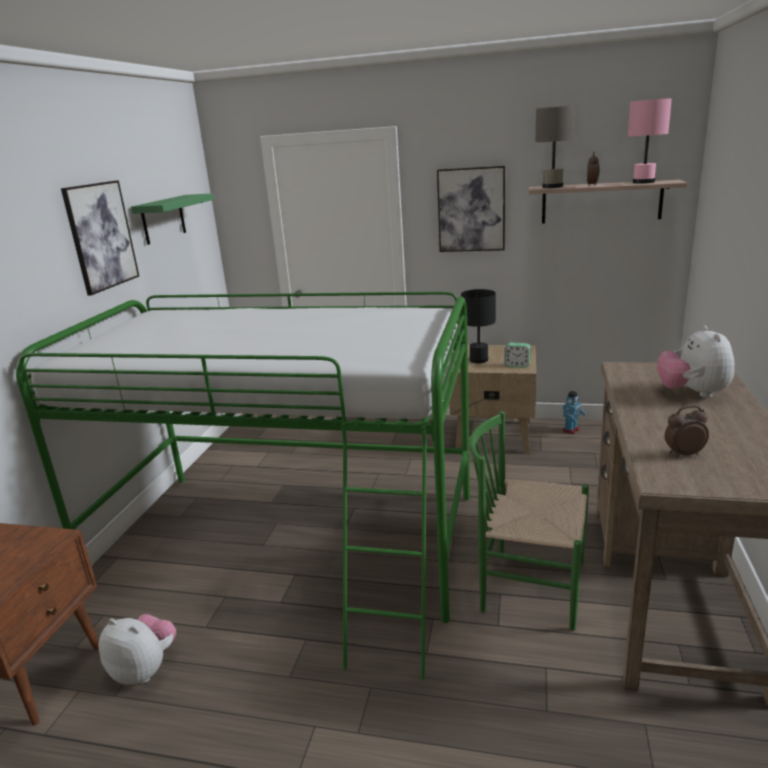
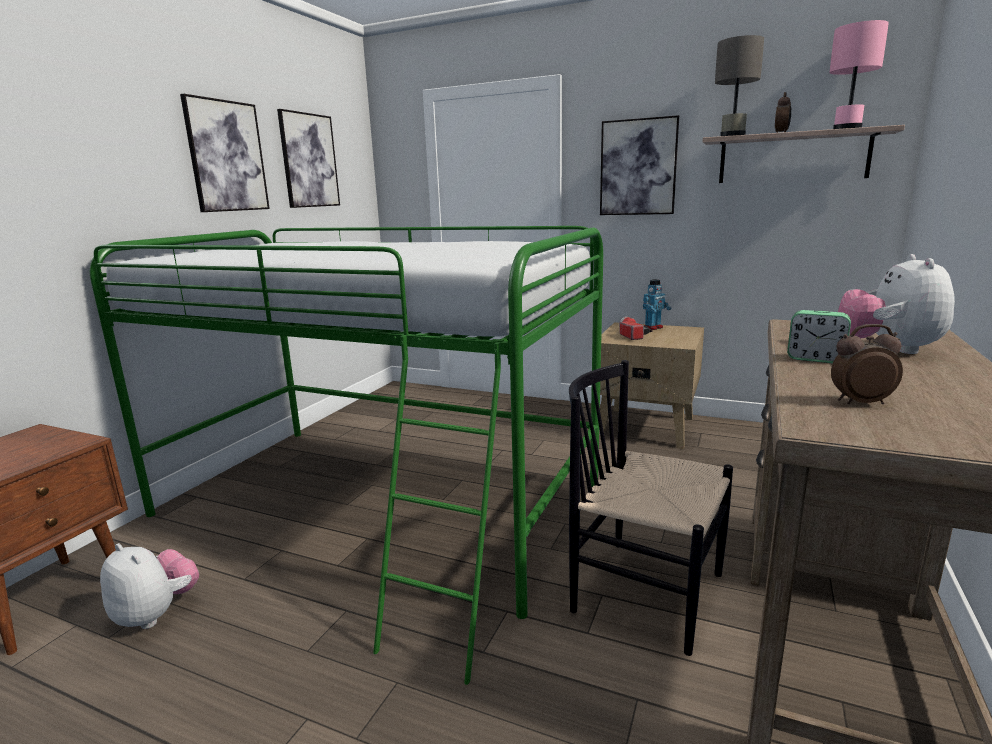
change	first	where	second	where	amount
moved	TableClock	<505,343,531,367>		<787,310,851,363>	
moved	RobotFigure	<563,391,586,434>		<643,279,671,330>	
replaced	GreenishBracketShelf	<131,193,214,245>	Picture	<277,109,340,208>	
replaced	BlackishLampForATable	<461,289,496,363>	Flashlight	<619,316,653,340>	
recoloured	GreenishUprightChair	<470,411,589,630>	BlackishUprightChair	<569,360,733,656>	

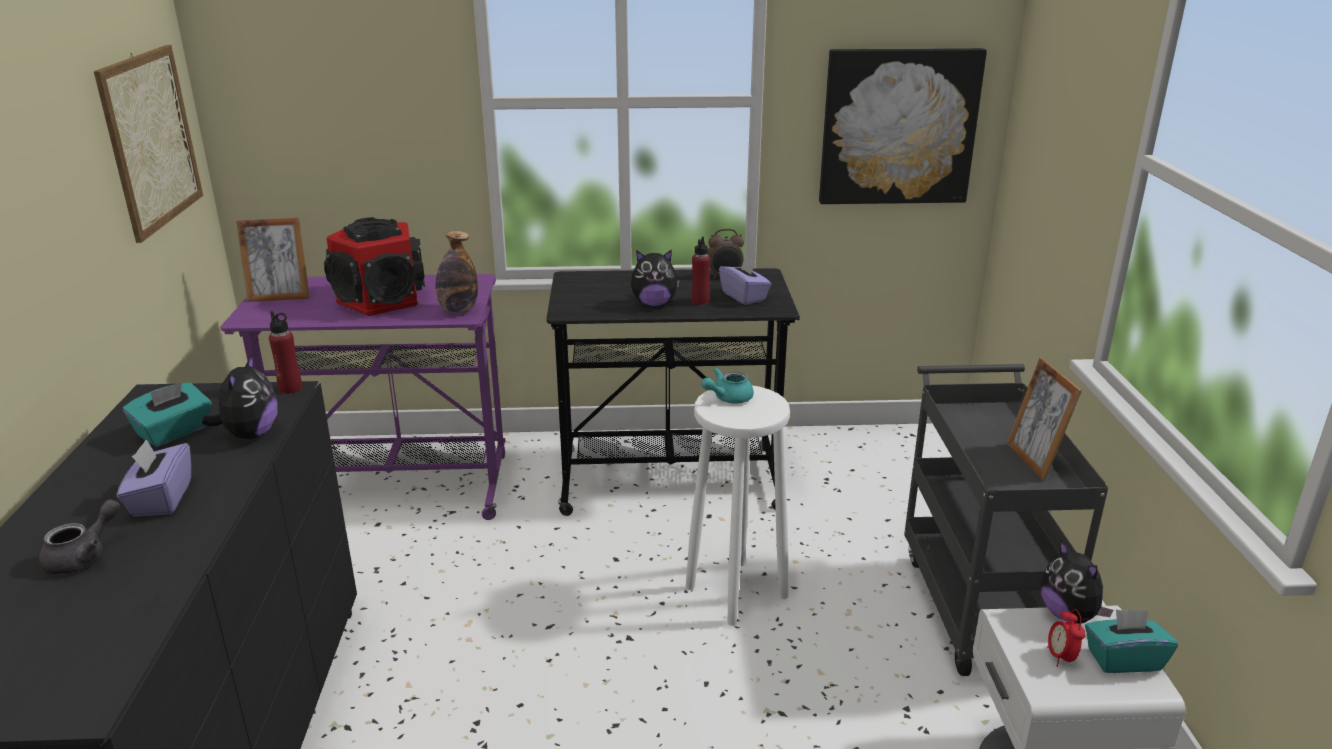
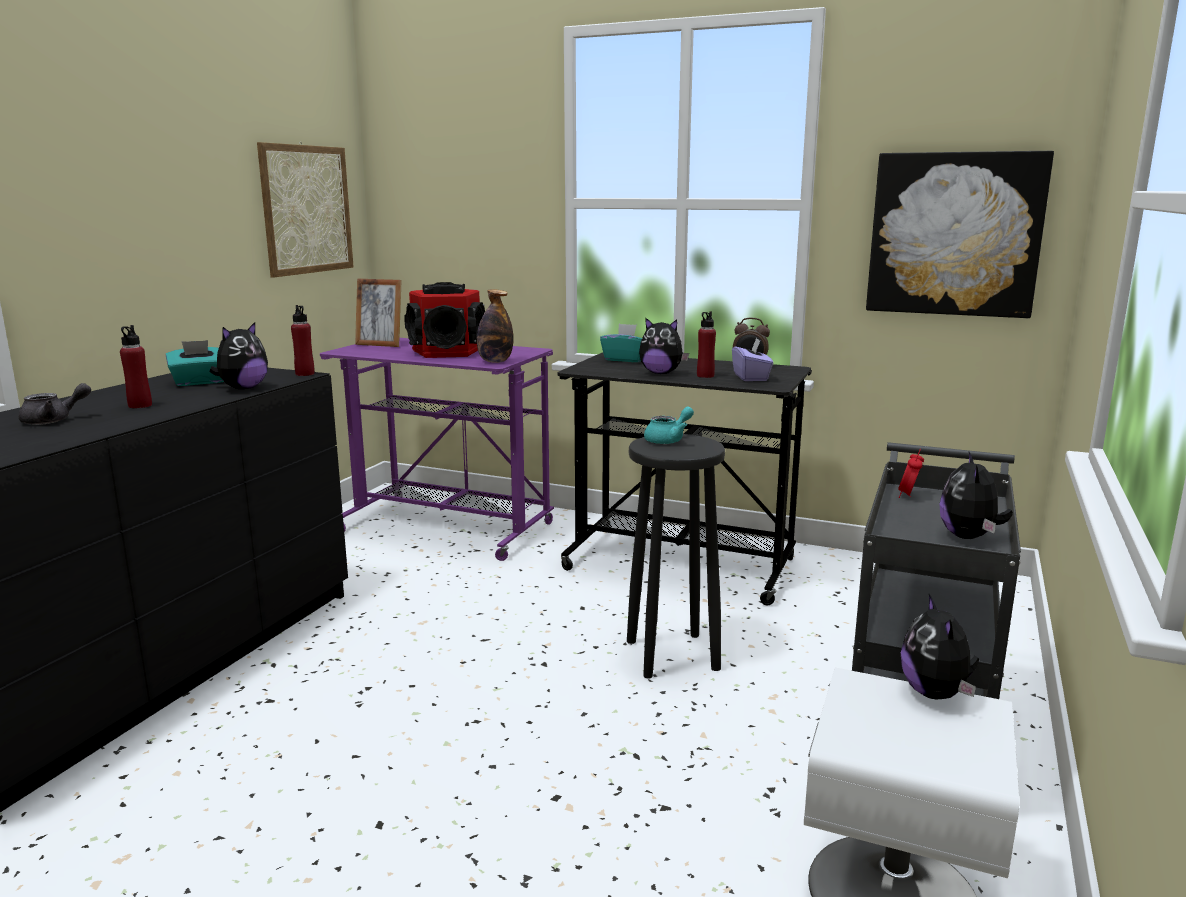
change	first	where	second	where	amount
moved	TableClock	<1047,609,1085,667>		<898,449,924,498>	
moved	TurquoiseColouredTissueHolder	<1085,609,1178,673>		<600,324,642,362>	
replaced	PurpleTissueHolder	<117,439,191,517>	RedColouredBeverageBottle	<120,325,152,408>	
replaced	StandingFrame	<1007,358,1082,481>	CuddlyToy	<940,452,1013,539>	
recoloured	WhitishSittingStool	<686,386,790,626>	BlackishSittingStool	<627,434,725,679>	
turned	TurquoiseColouredTeapot	<701,368,754,403>		<644,407,694,444>	150 degrees clockwise

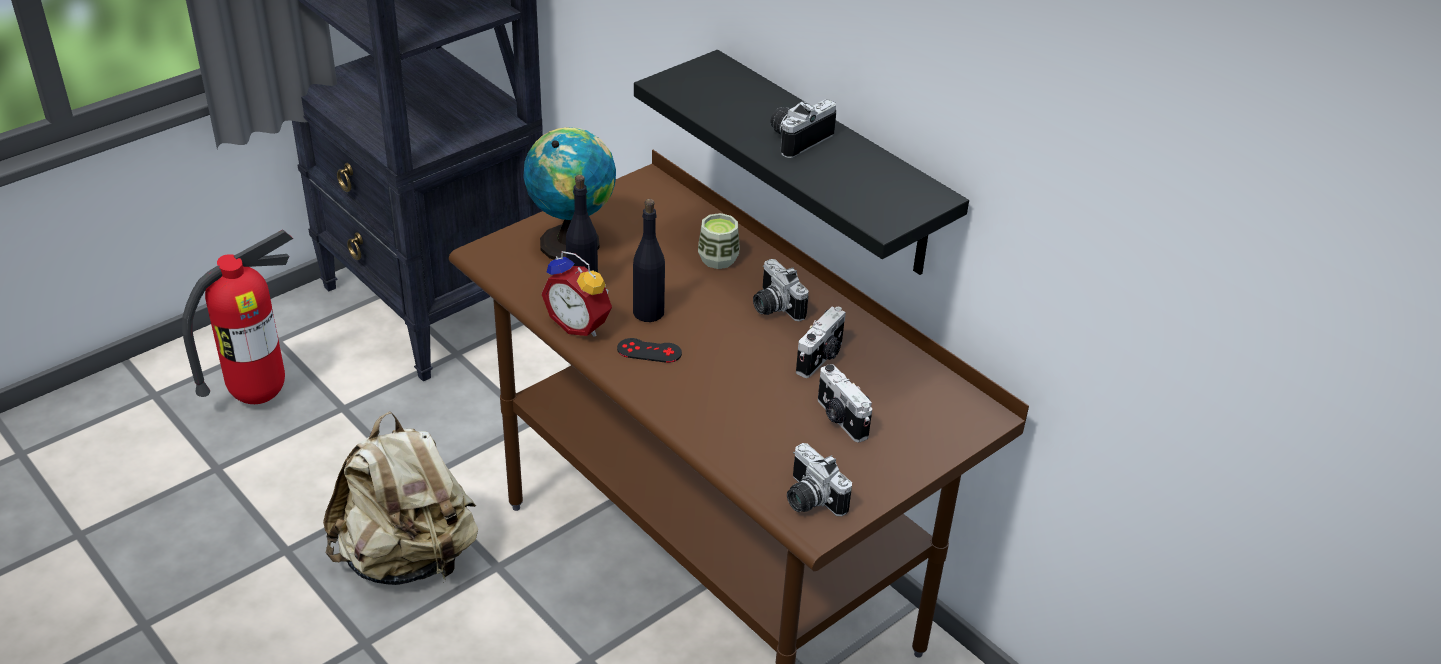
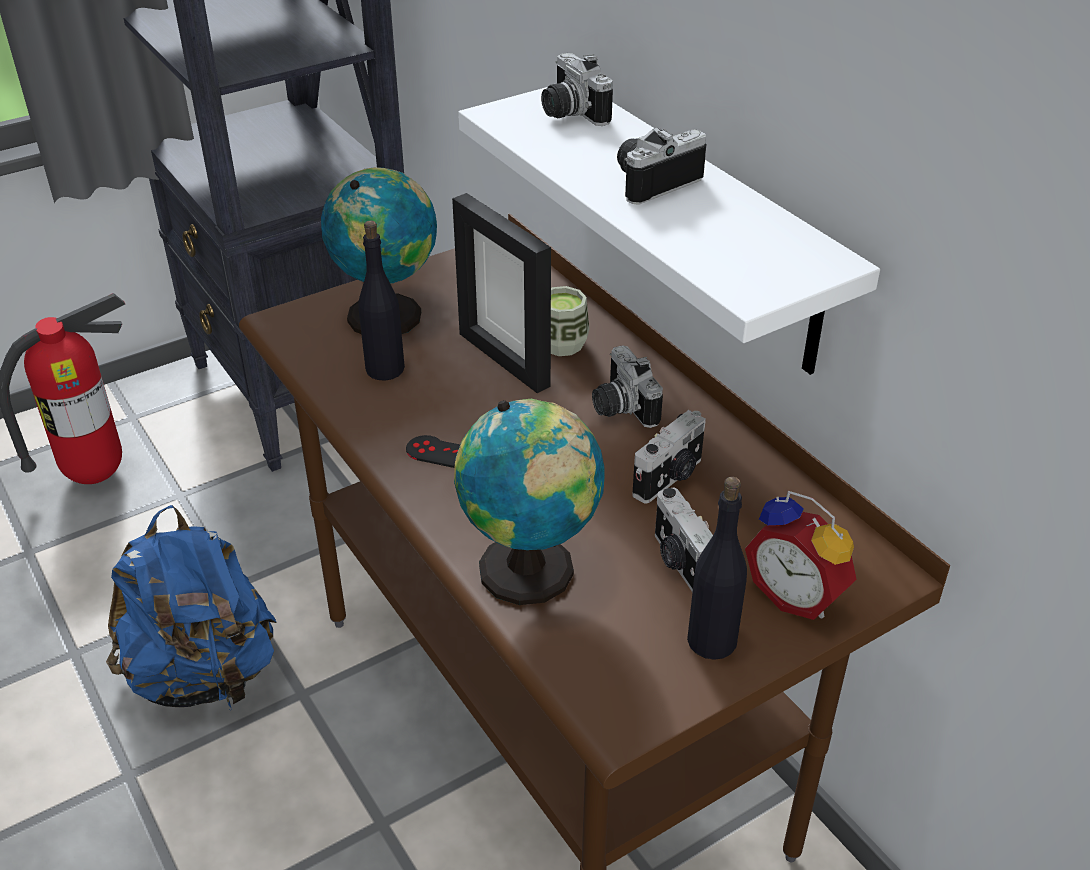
change	first	where	second	where	amount
added			StandingFrame	<452,193,551,393>	
added			DeskGlobe	<454,399,605,605>	
moved	TableClock	<542,251,612,337>		<745,491,857,620>	
moved	BlackishBeverageBottle	<633,199,665,322>		<687,477,747,660>	
moved	StillCamera	<787,443,852,516>		<541,53,613,126>	
recoloured	SandColouredKnapsack	<323,411,478,585>	BlueColouredKnapsack	<106,505,277,710>	
recoloured	BlackishBracketShelf	<634,50,969,275>	WhitishBracketShelf	<458,87,880,375>	

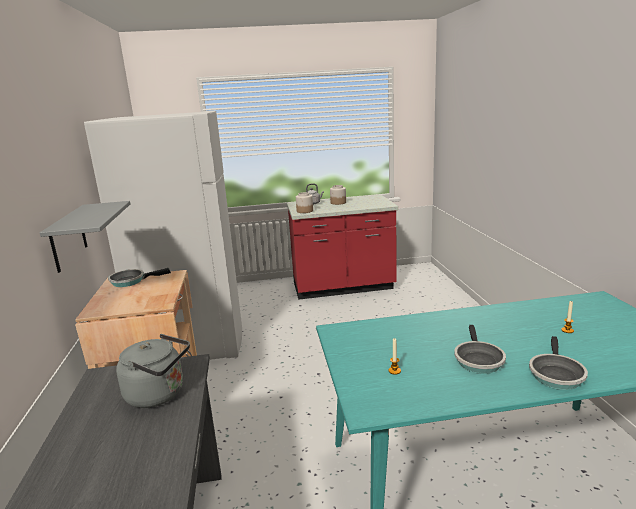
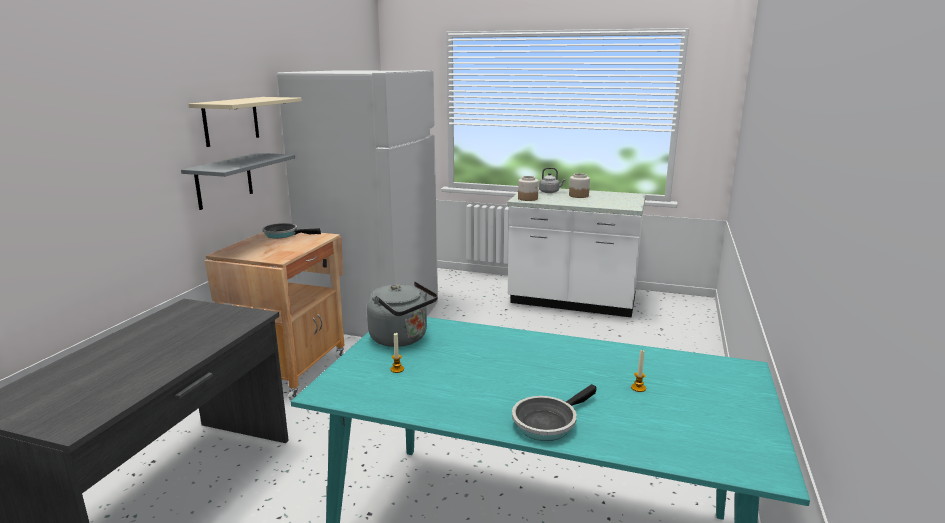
change	first	where	second	where	amount
removed	Pan	<454,325,506,374>			
added			SandColouredBracketShelf	<189,97,302,147>	
moved	GreyishTeaKettle	<116,334,190,408>		<367,282,438,347>	
recoloured	RedColouredCounter	<287,194,398,300>	WhitishCounter	<507,187,646,318>	

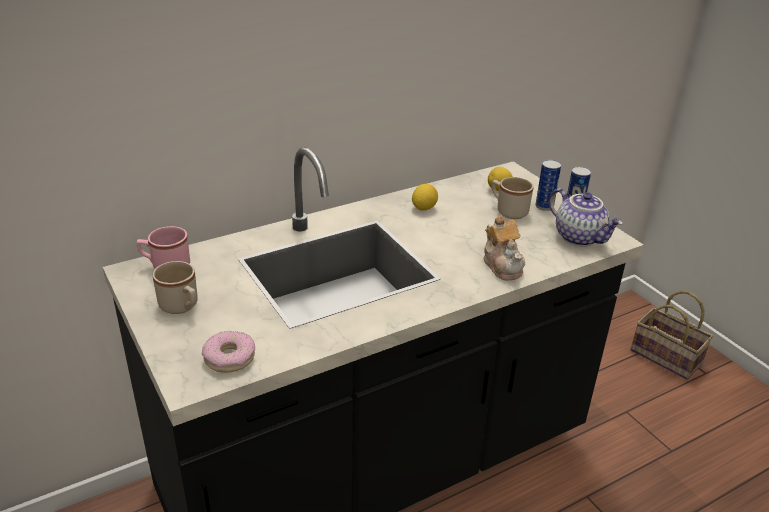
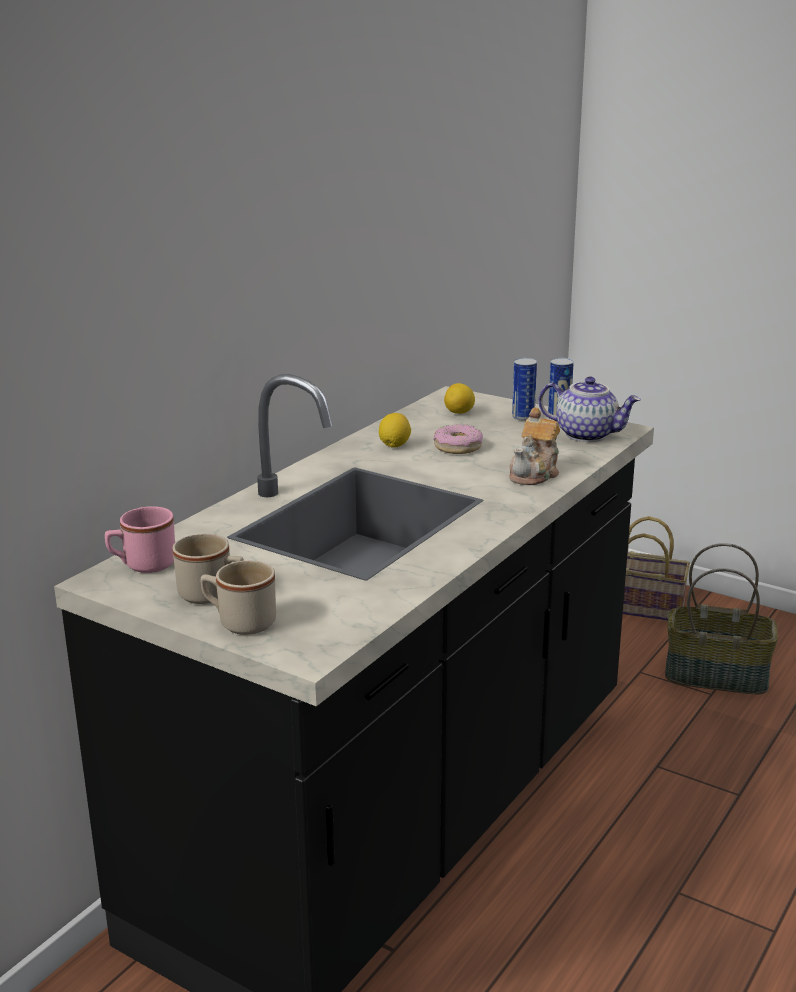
change	first	where	second	where	amount
added			HouseholdBasket	<665,543,778,694>	
moved	Donut	<202,331,255,373>		<434,424,483,454>	
moved	SandColouredCoffeeMug	<492,177,534,219>		<201,561,276,635>	
turned	Teapot	<483,215,525,280>		<509,408,560,485>	75 degrees clockwise

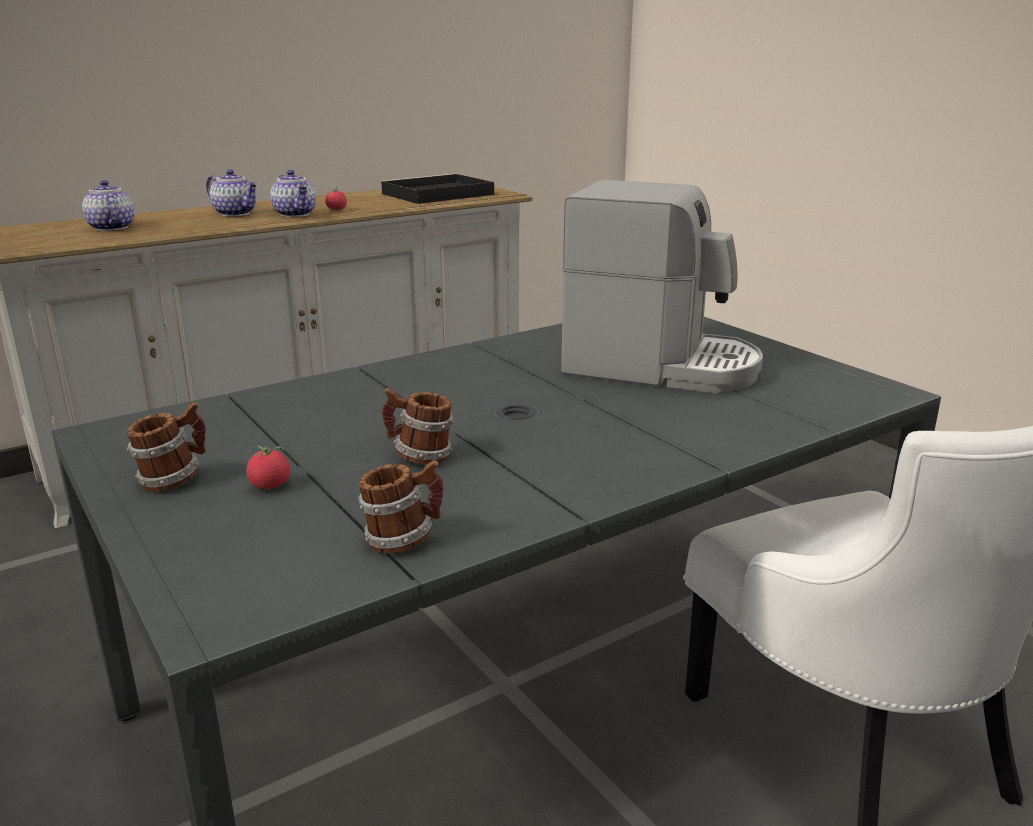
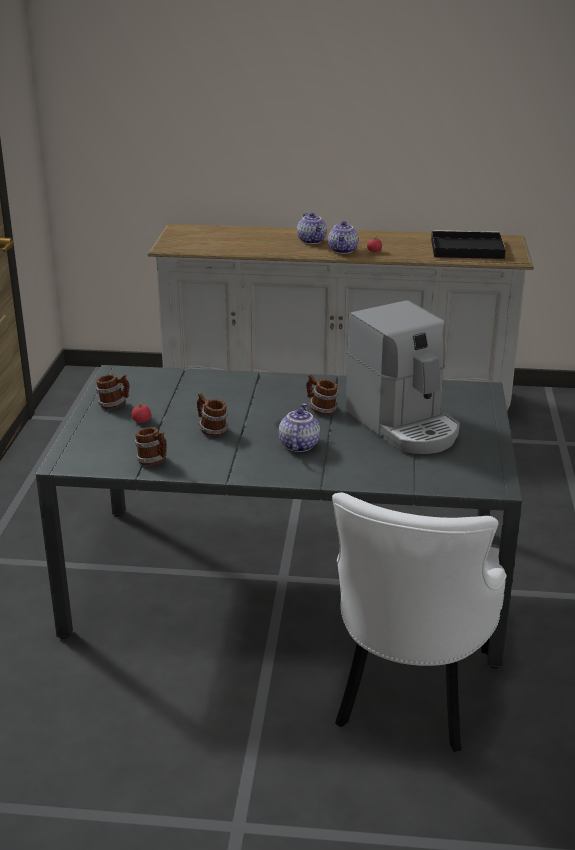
change	first	where	second	where	amount
added			CoffeeMug	<306,374,339,415>	
moved	Teapot	<82,180,134,231>		<279,403,320,452>	

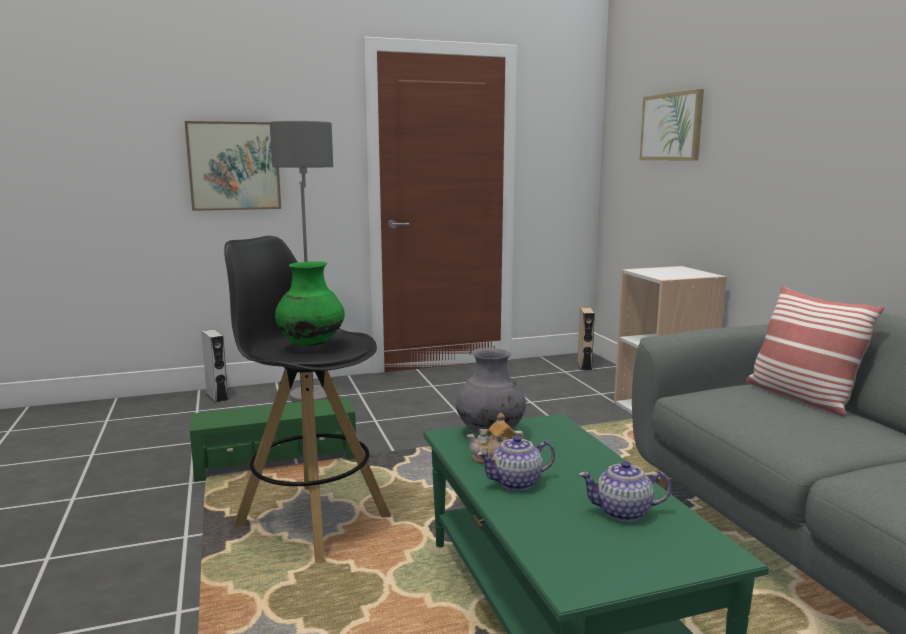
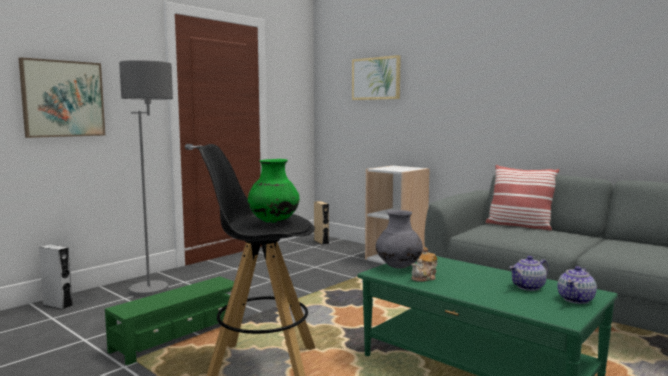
change	first	where	second	where	amount
moved	Teapot	<478,436,555,491>		<557,266,597,304>	

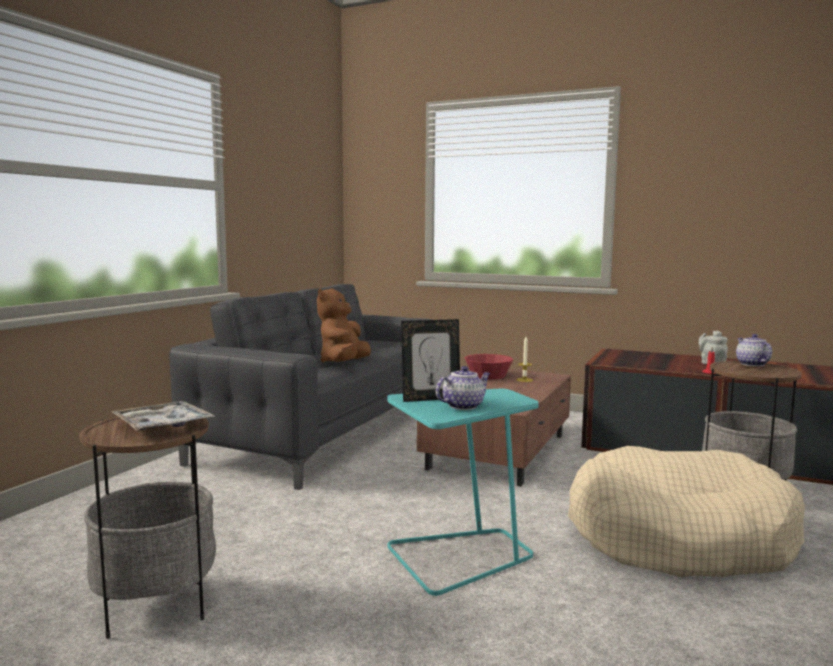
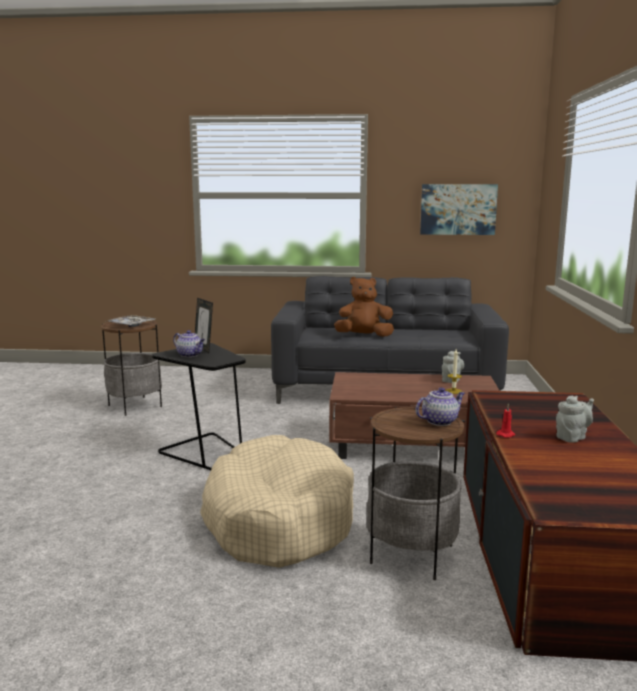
change	first	where	second	where	amount
added			Picture	<420,184,498,235>	
replaced	RedColouredDeepDish	<464,354,514,380>	GreyishTeapot	<442,351,464,383>	
recoloured	TurquoiseColouredEndTable	<387,389,539,596>	BlackishEndTable	<152,343,246,470>	

